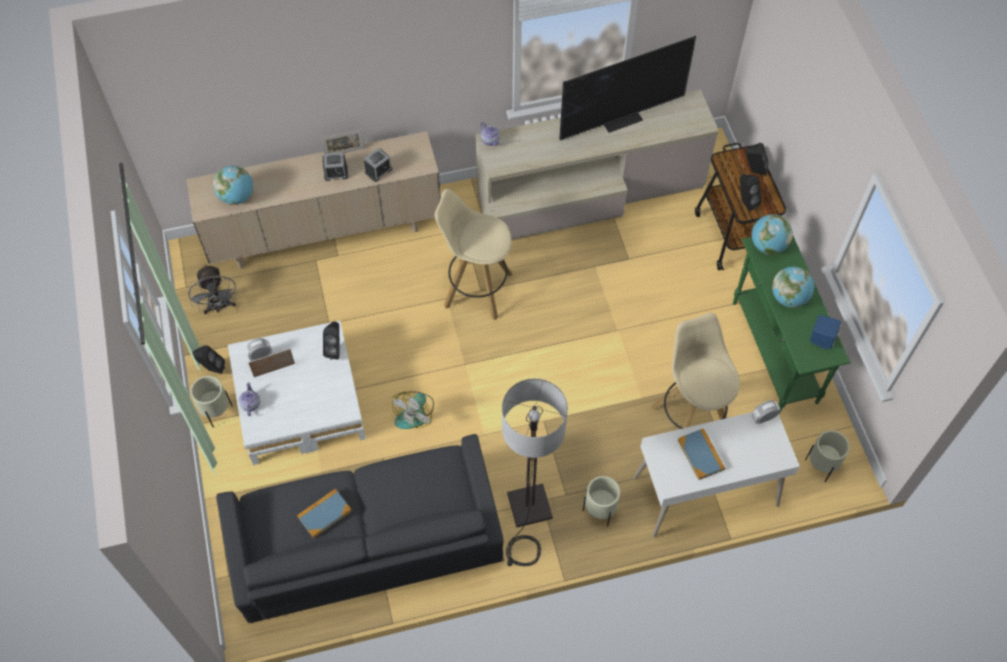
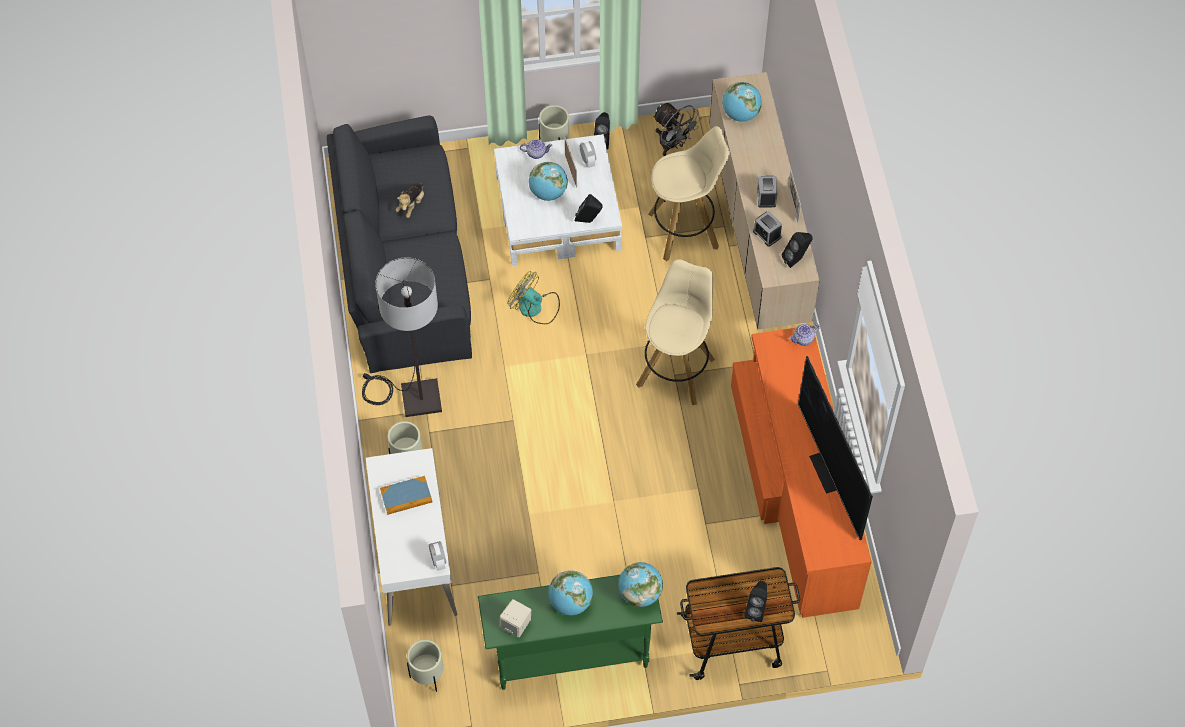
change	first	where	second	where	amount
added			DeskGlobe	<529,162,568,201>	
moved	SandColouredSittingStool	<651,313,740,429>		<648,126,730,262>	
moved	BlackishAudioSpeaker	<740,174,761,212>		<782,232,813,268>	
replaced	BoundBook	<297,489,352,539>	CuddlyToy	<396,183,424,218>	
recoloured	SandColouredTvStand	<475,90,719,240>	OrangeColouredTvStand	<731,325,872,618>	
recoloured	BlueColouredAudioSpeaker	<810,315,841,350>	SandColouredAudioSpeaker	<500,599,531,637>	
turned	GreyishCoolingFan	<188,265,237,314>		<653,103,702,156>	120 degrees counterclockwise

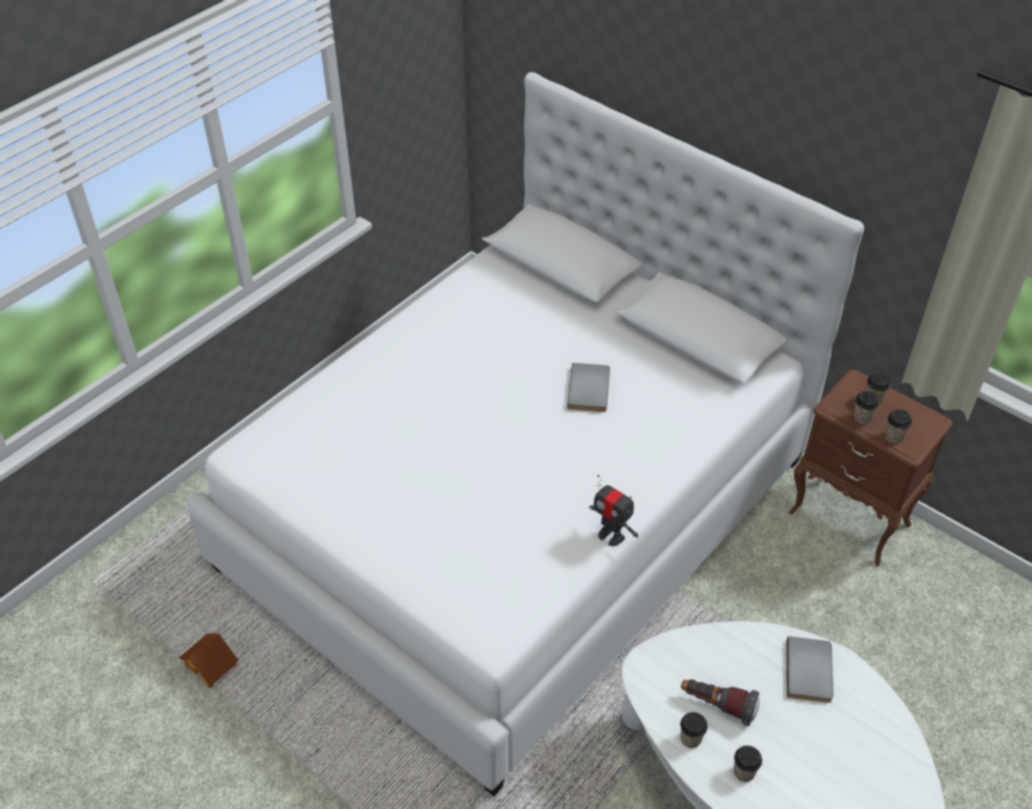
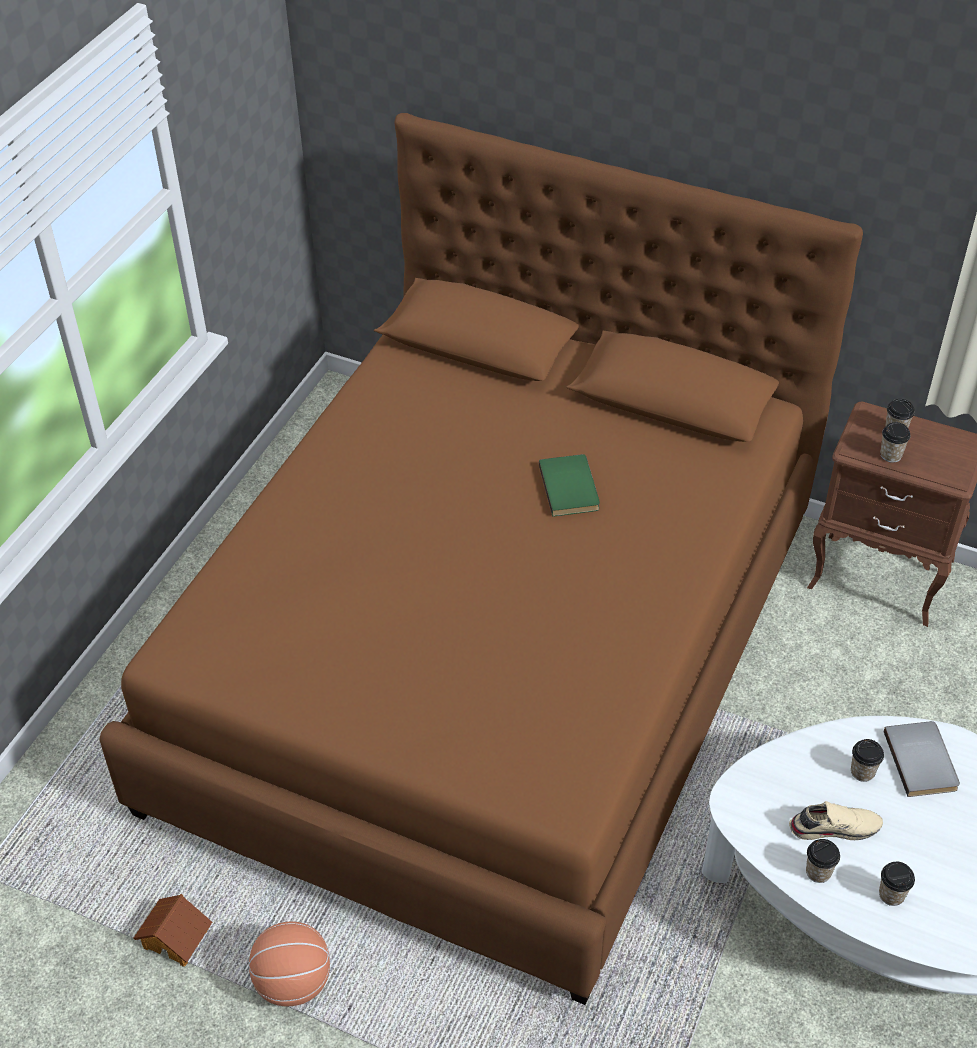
change	first	where	second	where	amount
removed	RobotFigure	<589,475,639,546>			
added			Basketball	<249,921,330,1006>	
moved	Cup	<885,410,912,443>		<851,739,884,782>	
replaced	Flashlight	<681,679,760,726>	SandColouredItemOfFootwear	<789,801,883,840>	
recoloured	WhitishBed	<187,72,864,796>	BrownBed	<99,113,863,1005>	
recoloured	GreyishBoundBook	<567,363,610,412>	GreenishBoundBook	<539,454,600,517>	

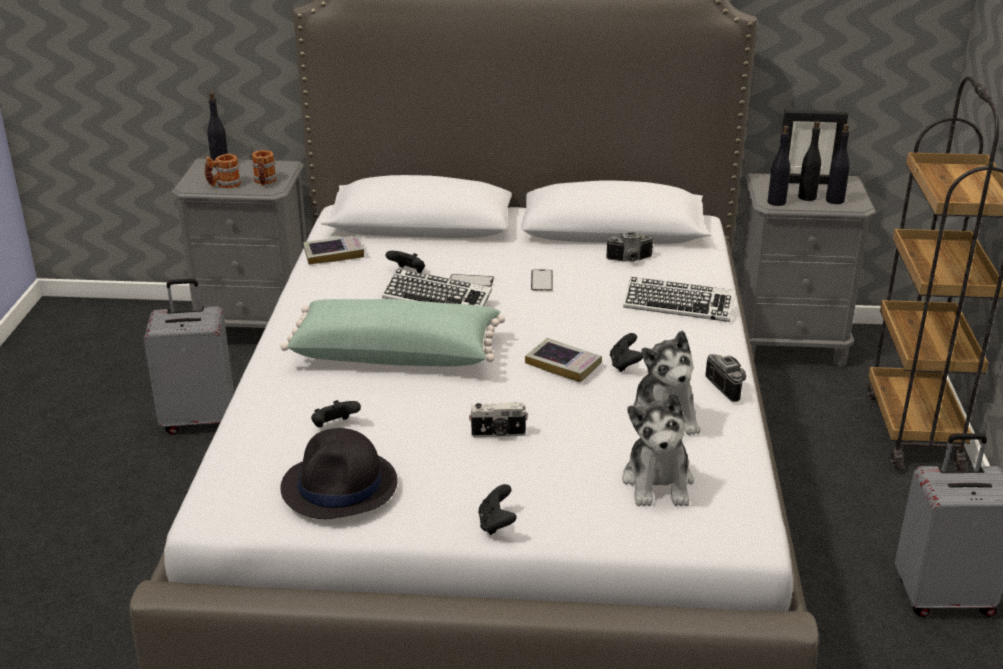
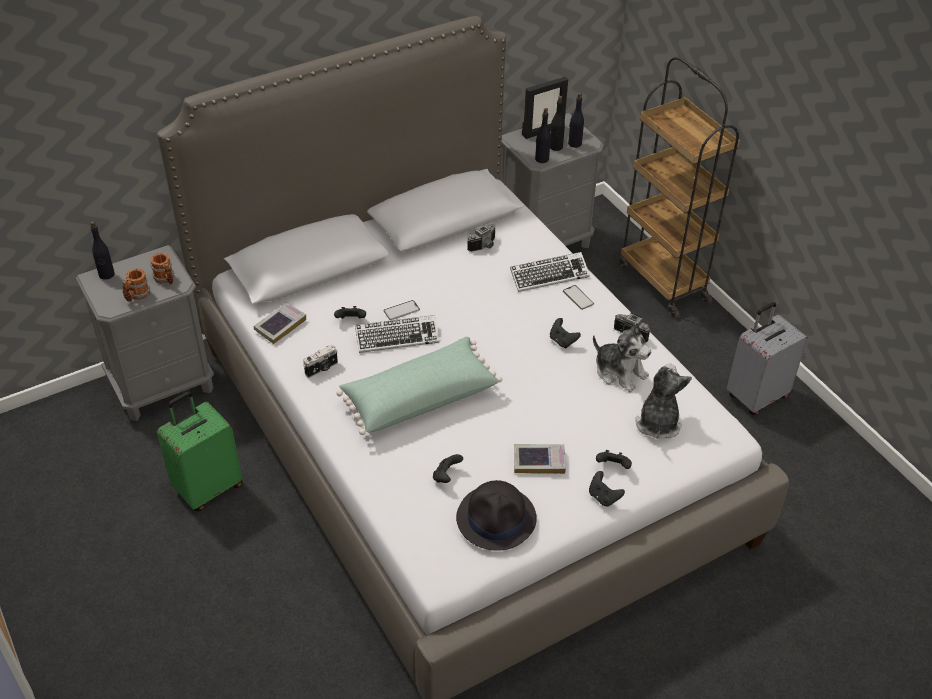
change	first	where	second	where	amount
added			BlackishJoypad	<596,450,632,469>	
moved	StillCamera	<469,402,528,437>		<303,345,338,378>	
moved	BoundBook	<525,338,602,382>		<514,444,566,474>	
moved	Telephone	<531,269,553,291>		<563,285,594,310>	
recoloured	GreyishTravelCase	<144,279,234,435>	GreenishTravelCase	<157,391,243,511>	
turned	CuddlyToy	<622,393,694,506>		<635,363,692,439>	135 degrees counterclockwise

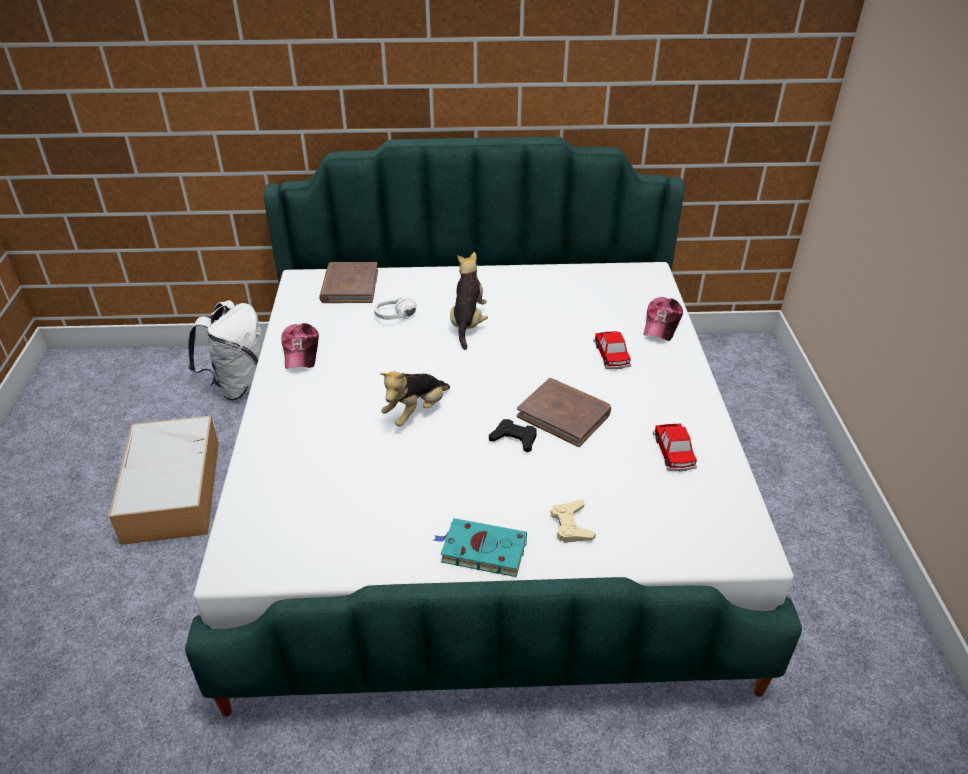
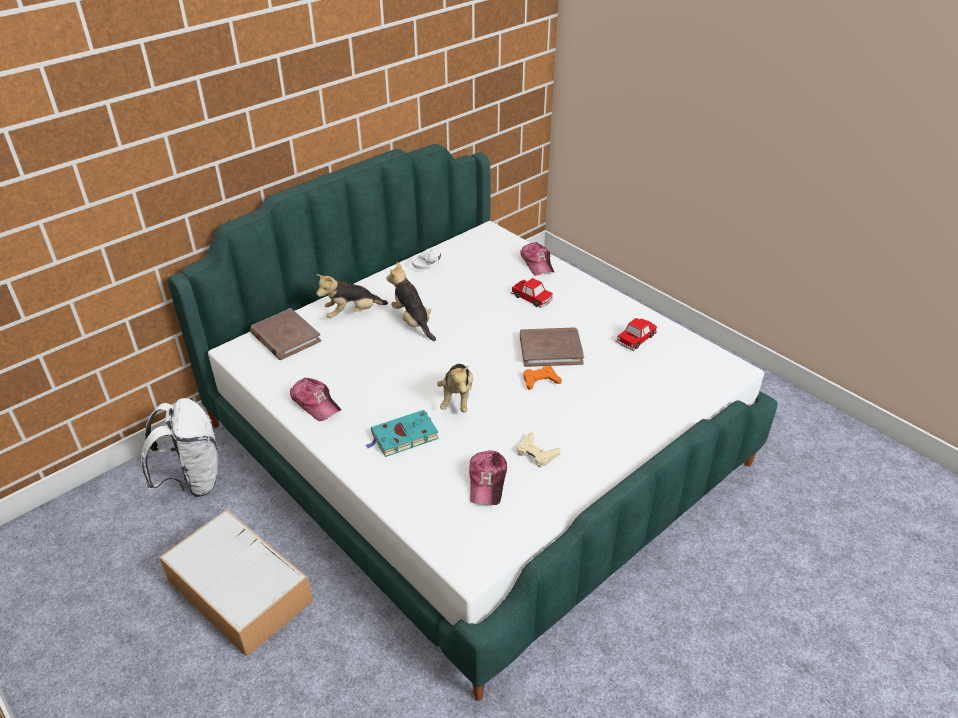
change	first	where	second	where	amount
added			CuddlyToy	<316,274,388,318>	
added			PeakedCap	<469,450,507,505>	
moved	WhitishPairOfHeadphones	<374,297,416,320>		<412,248,441,269>	
moved	TurquoiseColouredBoundBook	<433,518,527,577>		<365,410,439,457>	
moved	SandColouredJoypad	<550,499,596,543>		<517,432,561,467>	
recoloured	BlackishJoypad	<489,419,537,452>	OrangeColouredJoypad	<523,366,562,390>	
turned	MiniatureCar	<653,424,697,472>		<616,318,657,351>	90 degrees counterclockwise

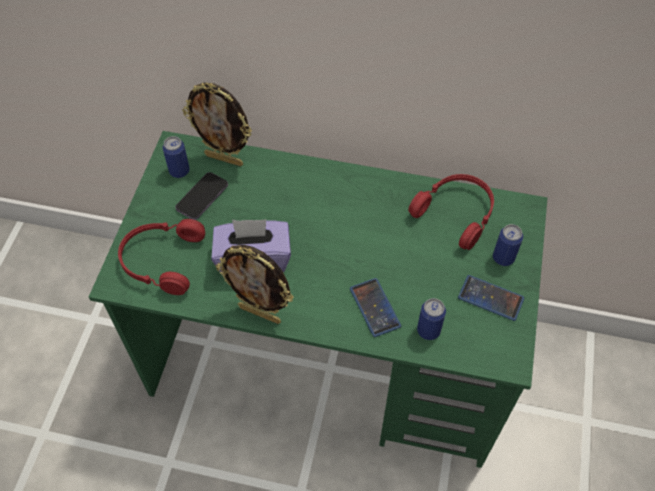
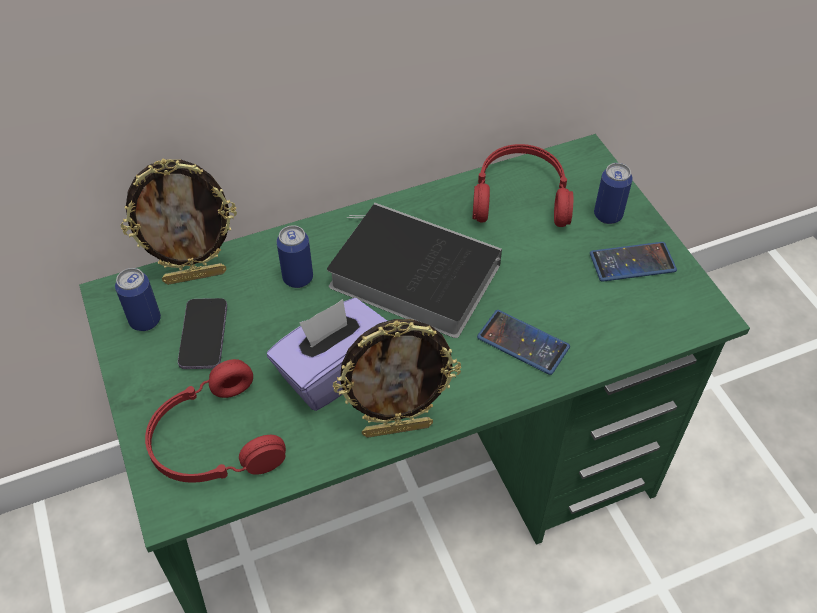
change	first	where	second	where	amount
added			BoundBook	<327,203,502,338>	
moved	Can	<417,298,446,340>		<277,225,313,288>	

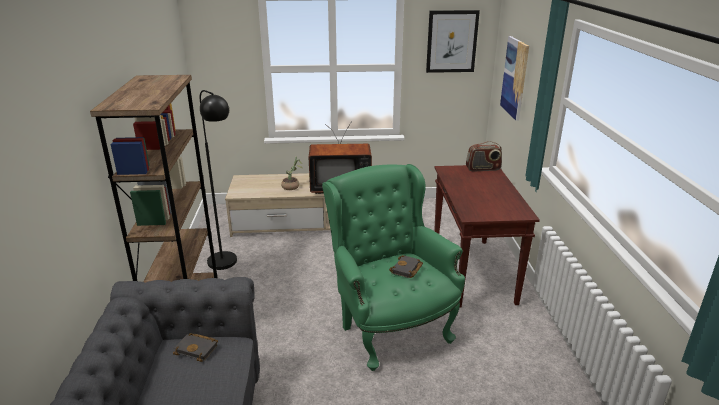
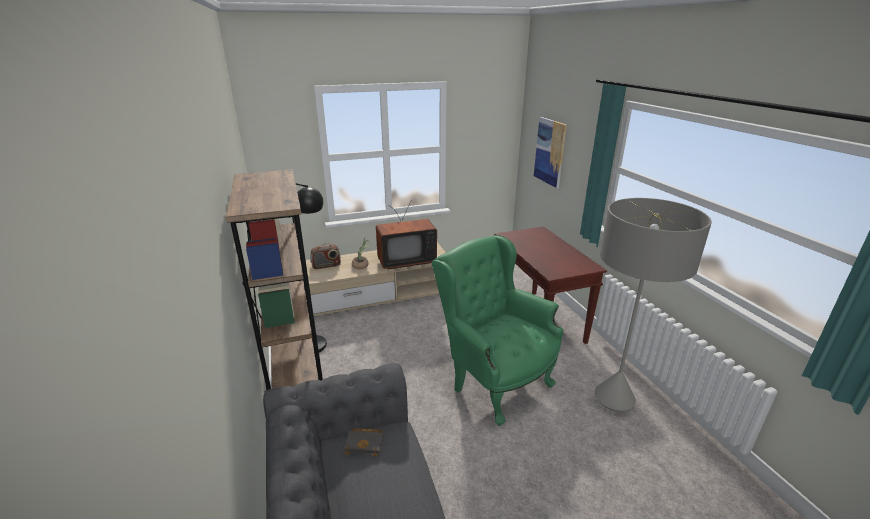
change	first	where	second	where	amount
removed	BlackishBoundBook	<389,255,423,278>			
removed	Picture	<426,10,480,73>			
added			GreyishStandingLamp	<595,198,712,412>	
moved	RadioReceiver	<466,141,502,171>		<311,243,341,269>	

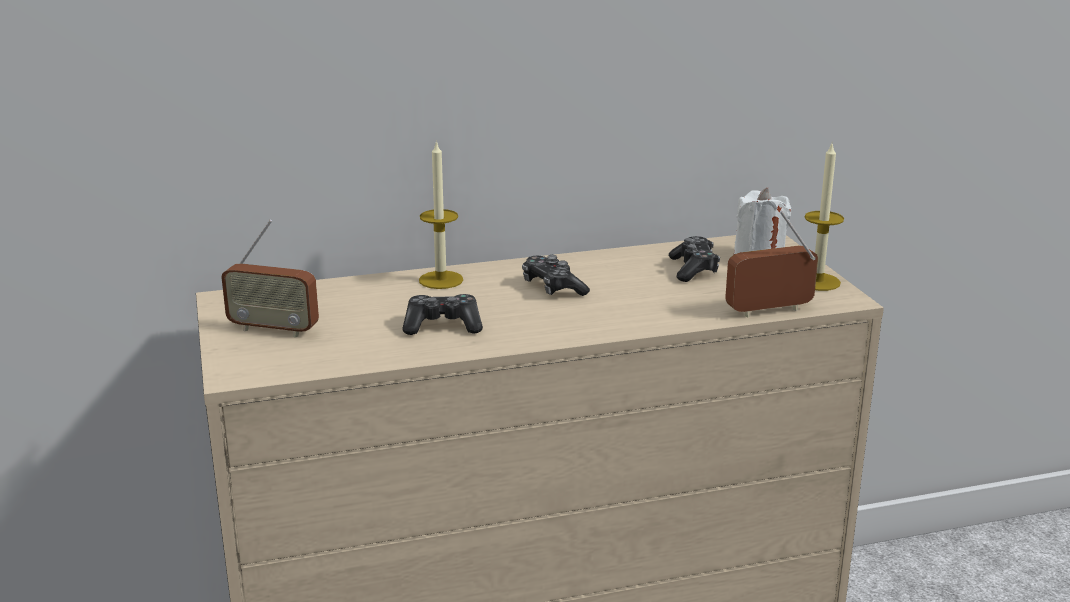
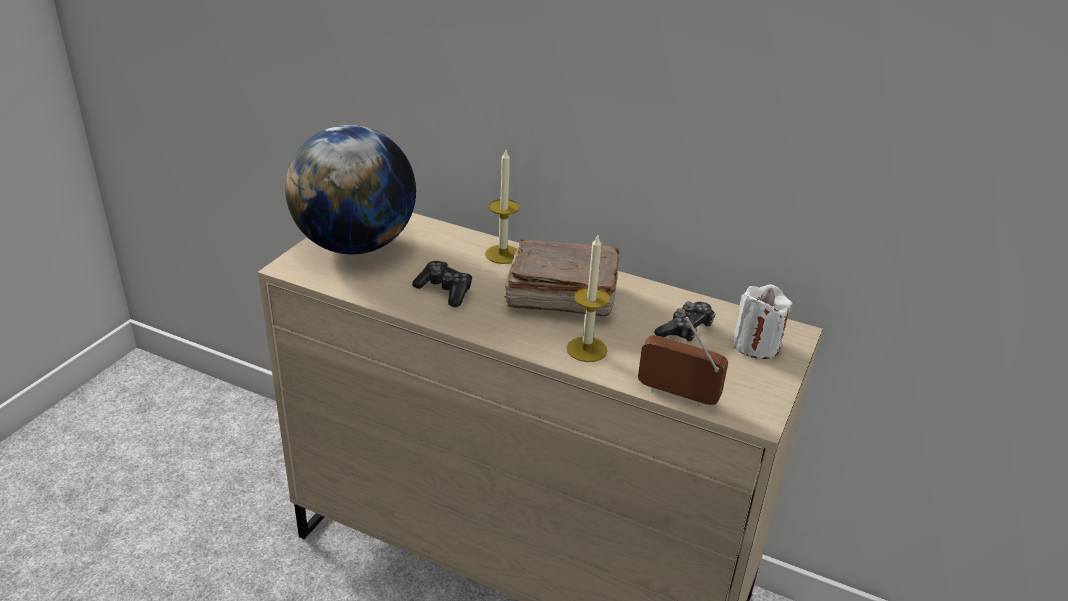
change	first	where	second	where	amount
moved	WaxCandle	<805,141,844,291>		<566,235,610,362>	
replaced	RadioReceiver	<221,220,319,338>	DeskGlobe	<285,125,416,254>	
replaced	Joypad	<522,255,590,296>	BrownBoundBook	<504,239,619,316>	

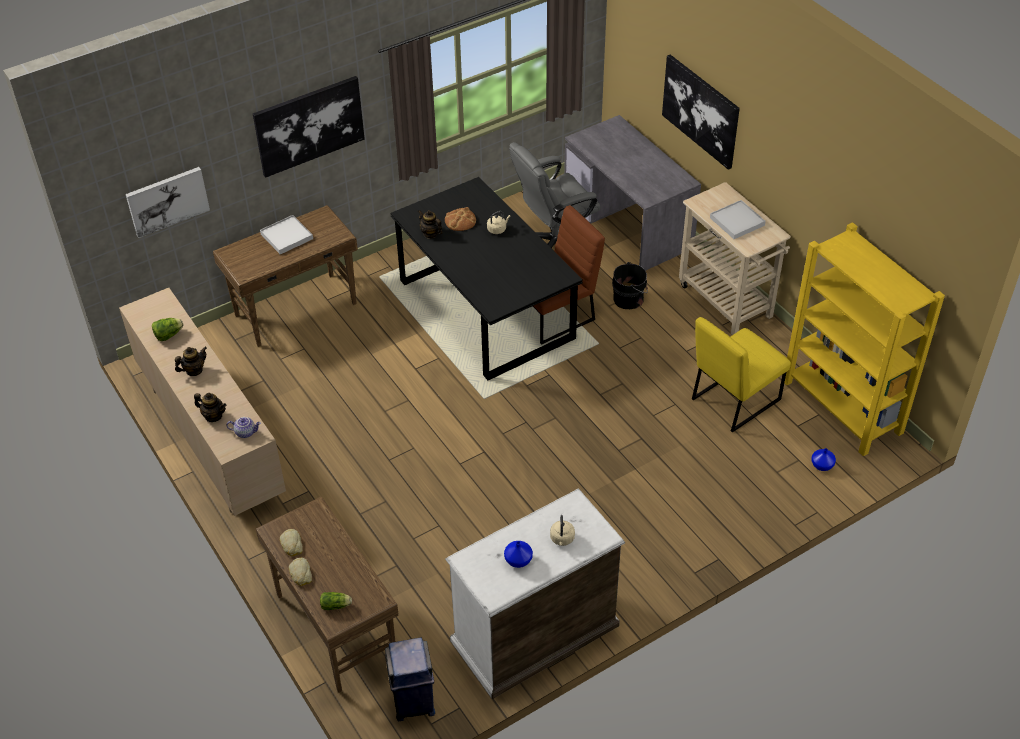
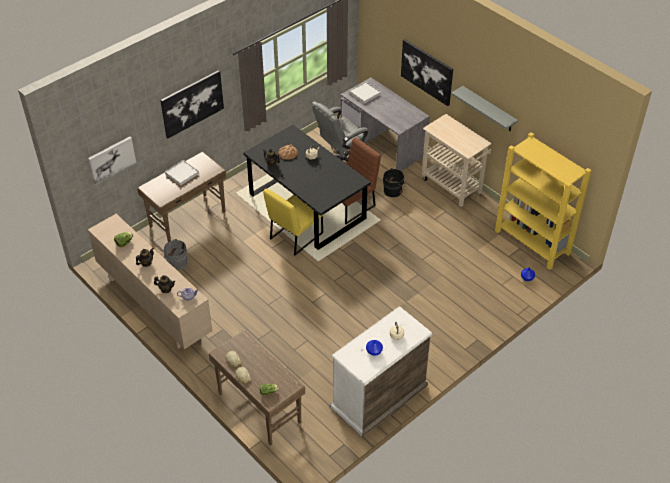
change	first	where	second	where	amount
removed	BlueColouredTrashCan	<385,637,435,721>			
added			GreyishPail	<164,239,188,270>	
added			GreyishBracketShelf	<451,86,518,131>	
moved	YellowishUprightChair	<692,317,791,432>		<263,189,324,255>	
moved	WhitishTray	<710,200,766,239>		<349,82,381,104>	

